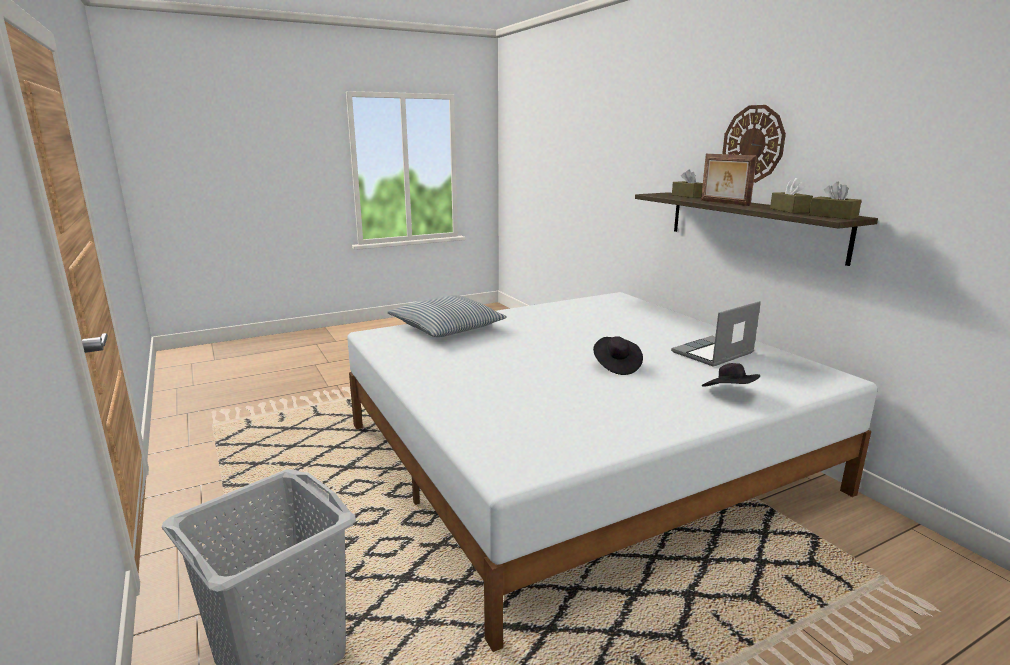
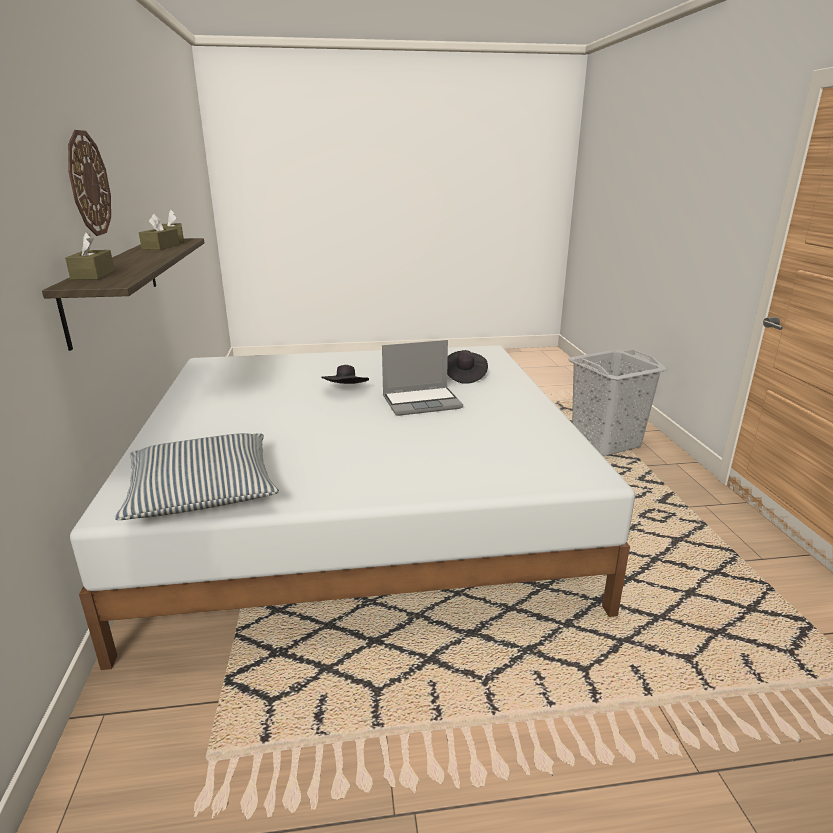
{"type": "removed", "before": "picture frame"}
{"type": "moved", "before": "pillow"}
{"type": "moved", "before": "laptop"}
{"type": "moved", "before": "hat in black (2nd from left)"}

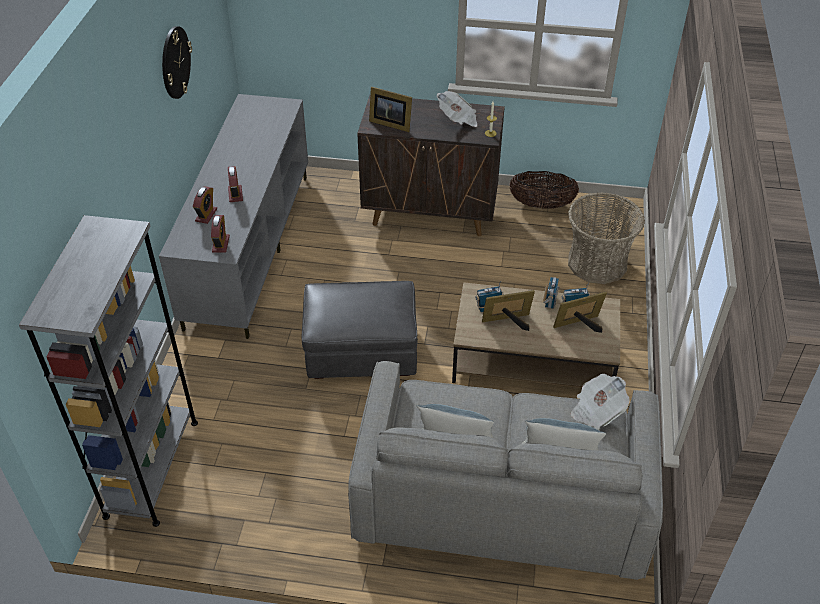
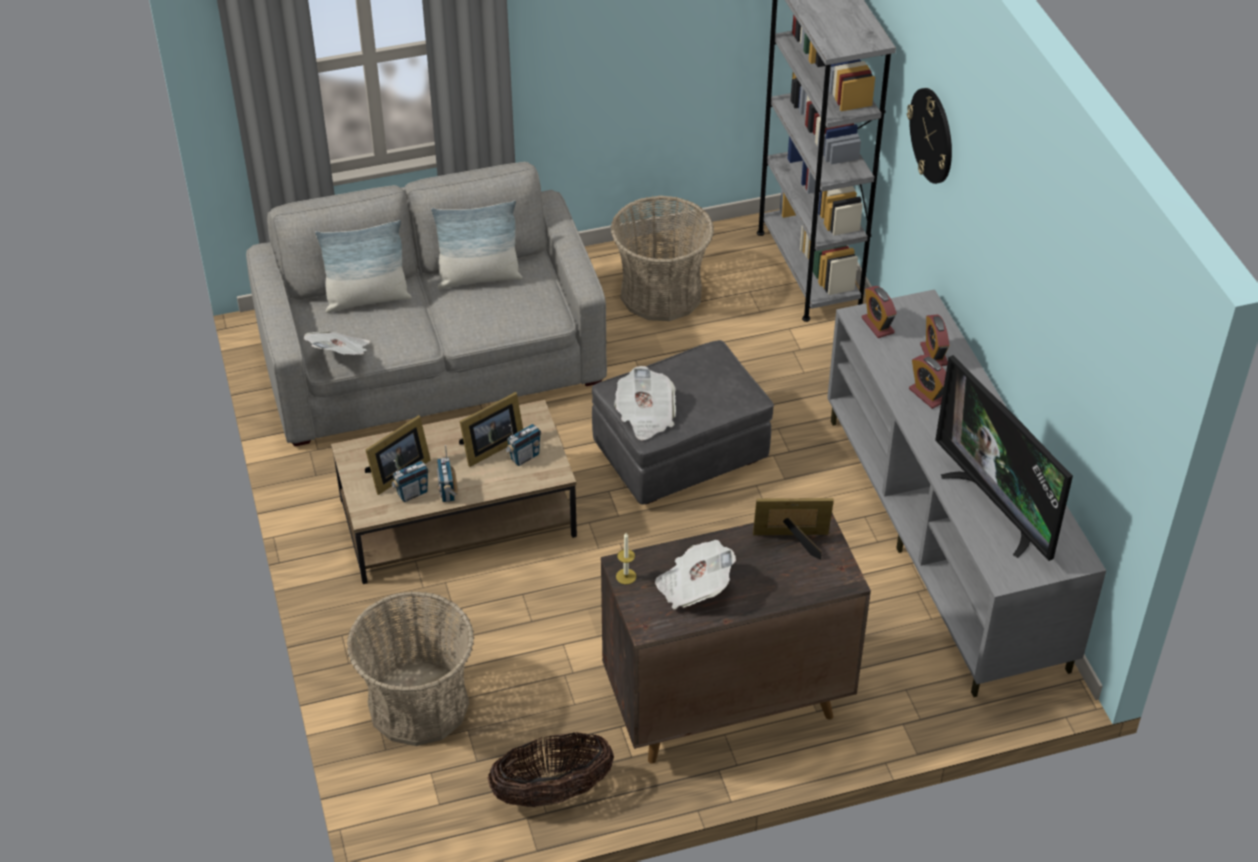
{"type": "moved", "before": "wall clock"}
{"type": "added", "after": "basket (3rd from left)"}
{"type": "added", "after": "television"}
{"type": "added", "after": "newspaper (2nd from left)"}

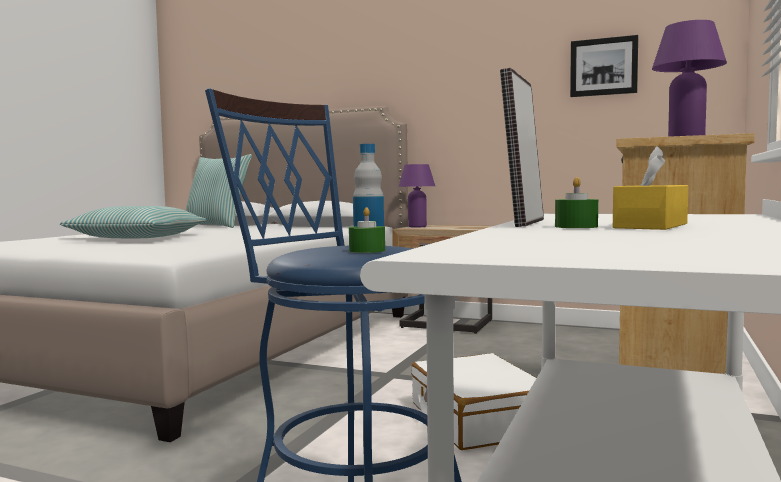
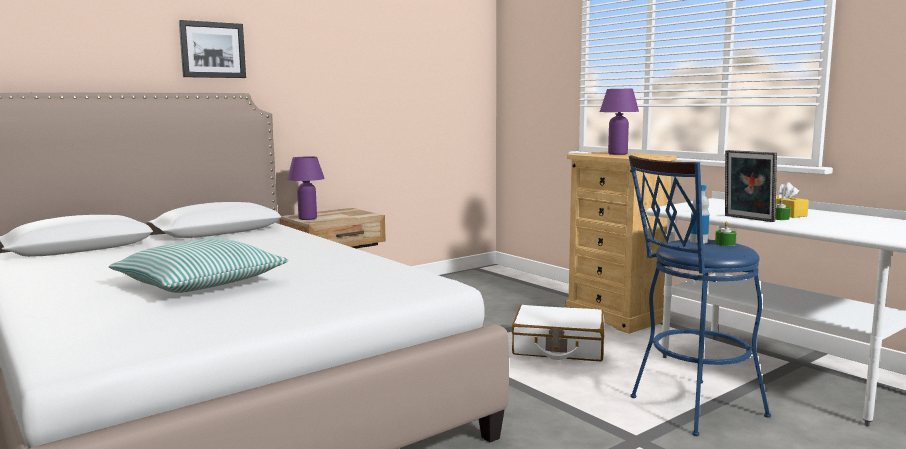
{"type": "moved", "before": "picture"}
{"type": "removed", "before": "pillow (2nd from left)"}

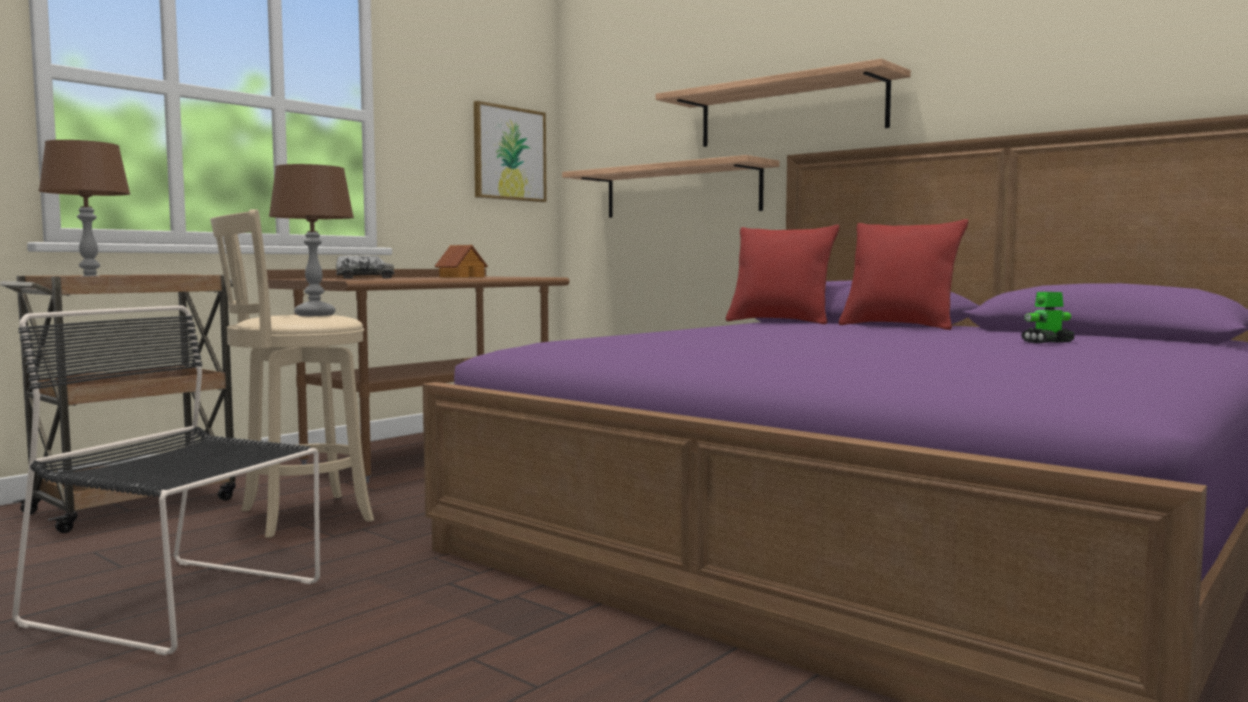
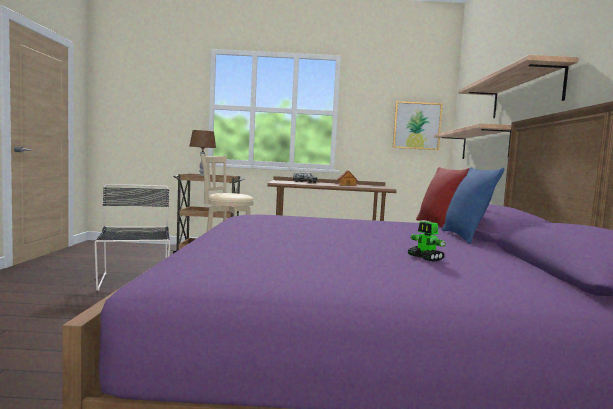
{"type": "removed", "before": "table lamp in brown (2nd from left)"}
{"type": "recoloured", "before": "pillow in red (2nd from left)", "after": "pillow in blue"}
{"type": "turned", "before": "toy robot", "turn": -150}

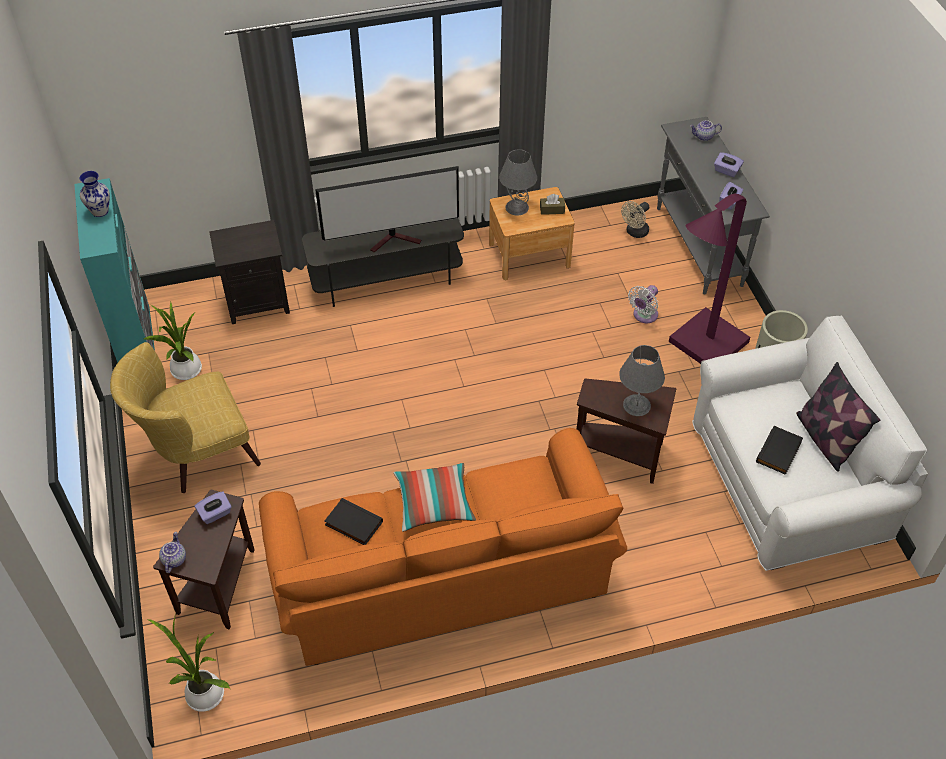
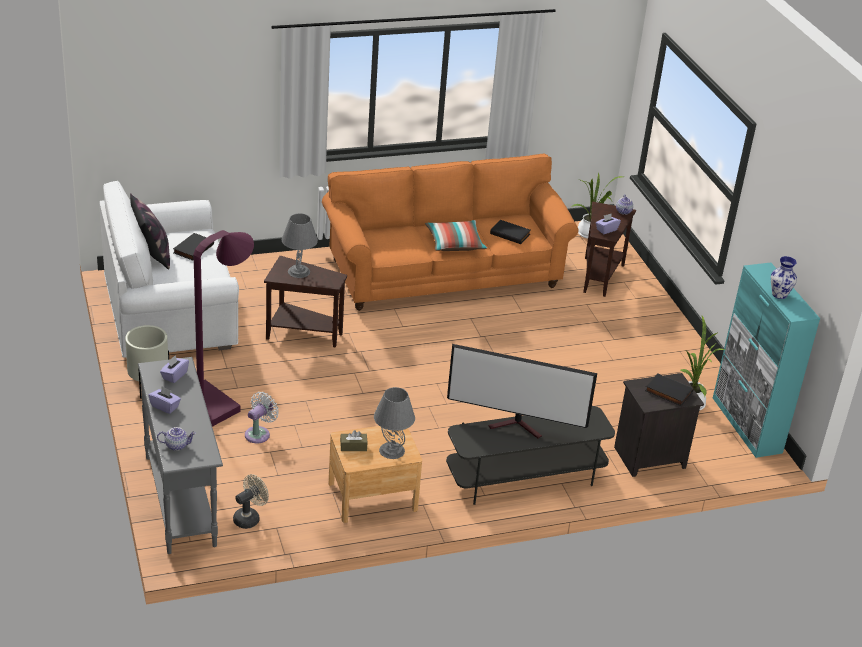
{"type": "turned", "before": "television", "turn": -150}
{"type": "removed", "before": "armchair in yellow"}
{"type": "added", "after": "book in black (3rd from left)"}

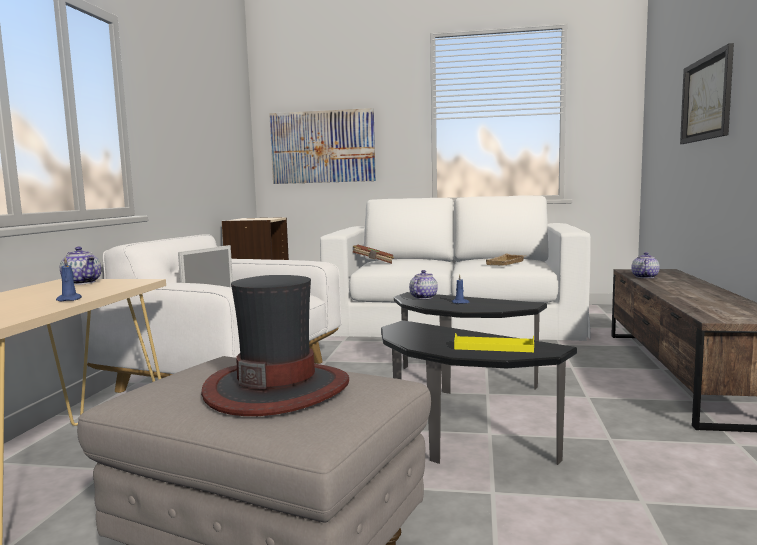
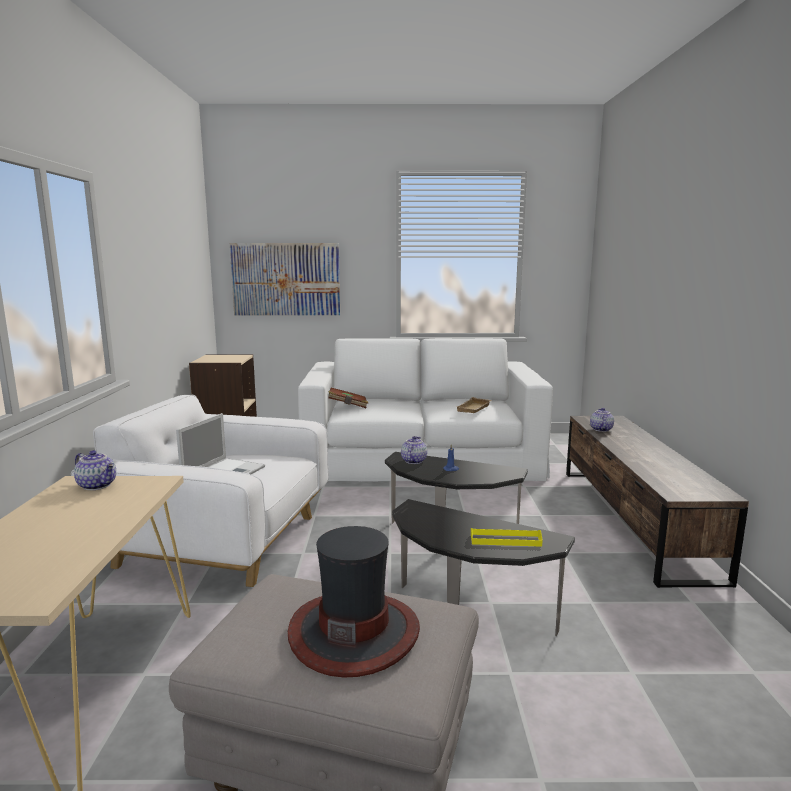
{"type": "removed", "before": "picture (2nd from left)"}
{"type": "removed", "before": "candle in blue (1st from left)"}

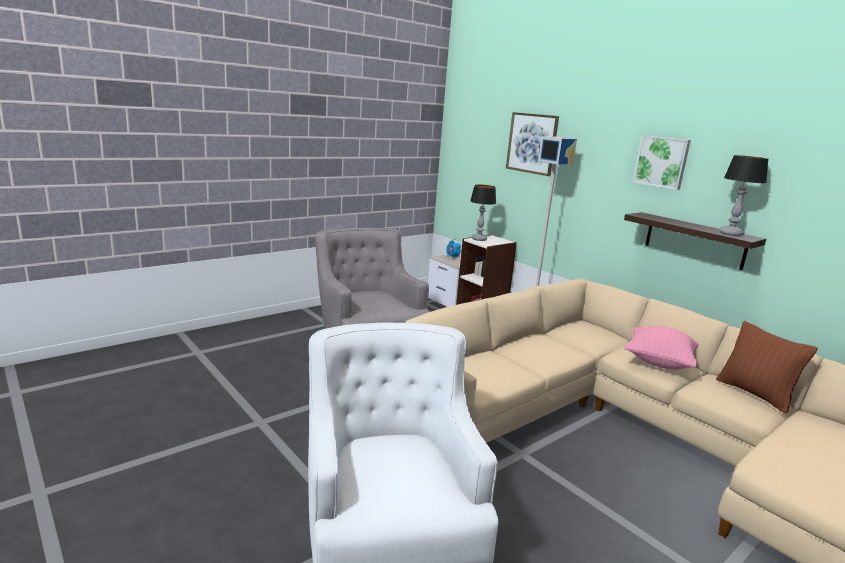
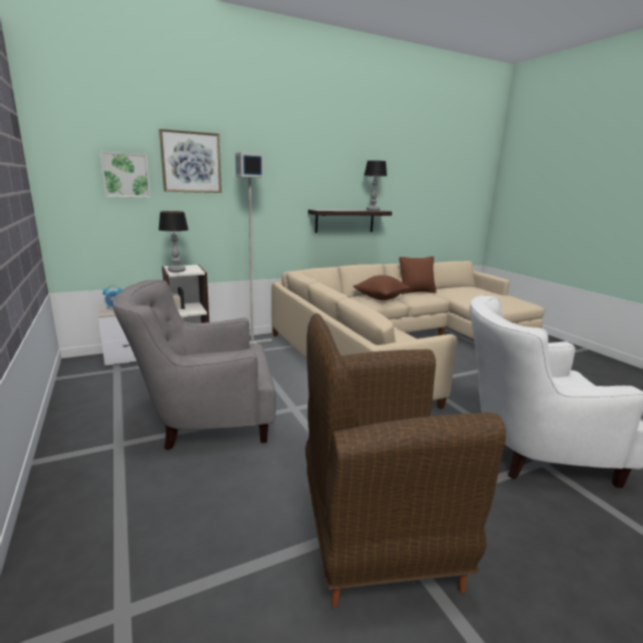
{"type": "moved", "before": "picture (2nd from left in the first image)", "after": "picture (1st from left)"}
{"type": "recoloured", "before": "pillow in pink", "after": "pillow in brown (1st from left)"}
{"type": "added", "after": "armchair in brown"}

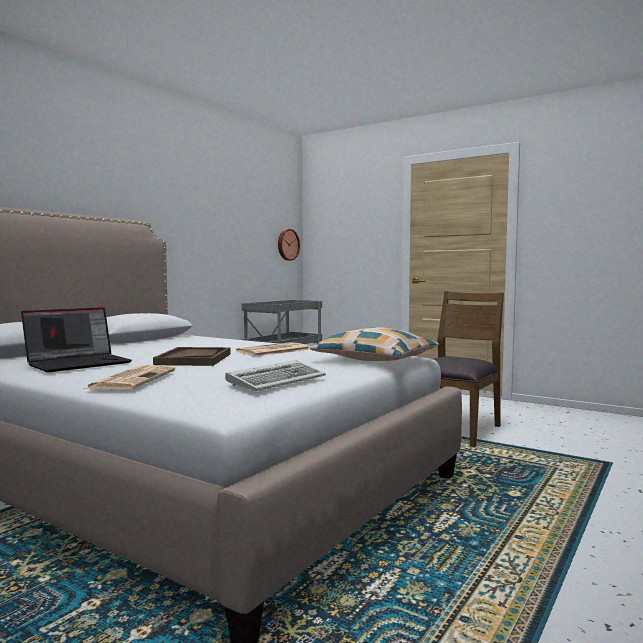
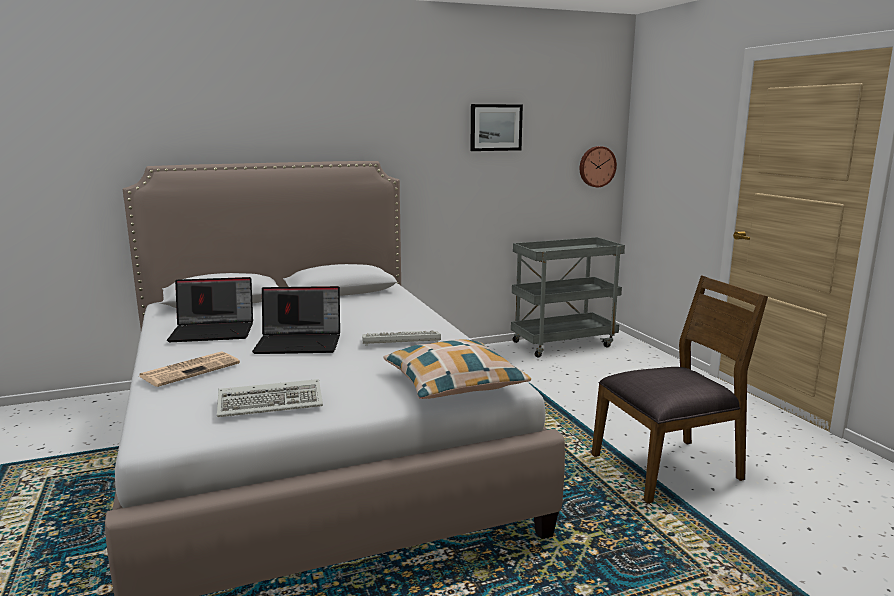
{"type": "replaced", "before": "newspaper (2nd from left)", "after": "keyboard (2nd from left)"}
{"type": "replaced", "before": "tray in brown", "after": "laptop (2nd from left)"}
{"type": "added", "after": "picture"}

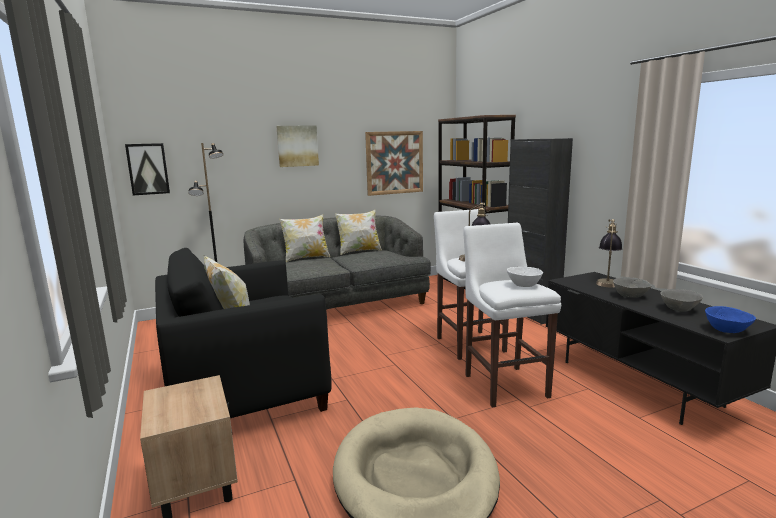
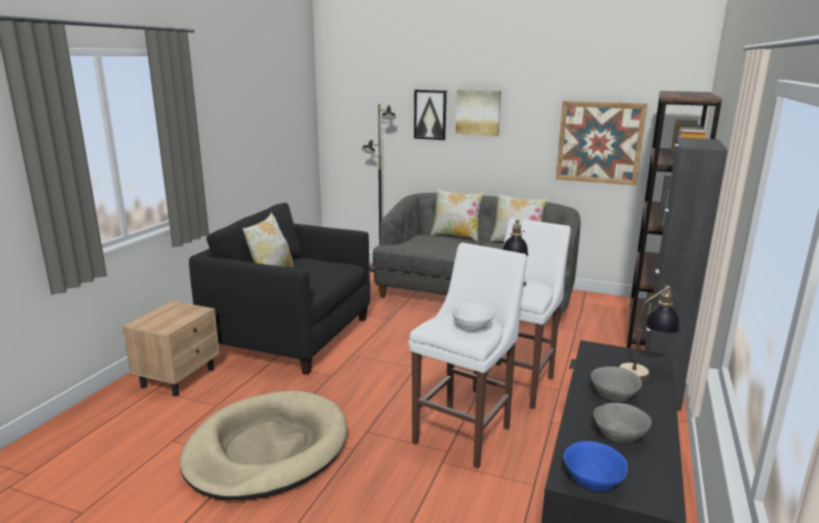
{"type": "moved", "before": "picture (1st from left)"}

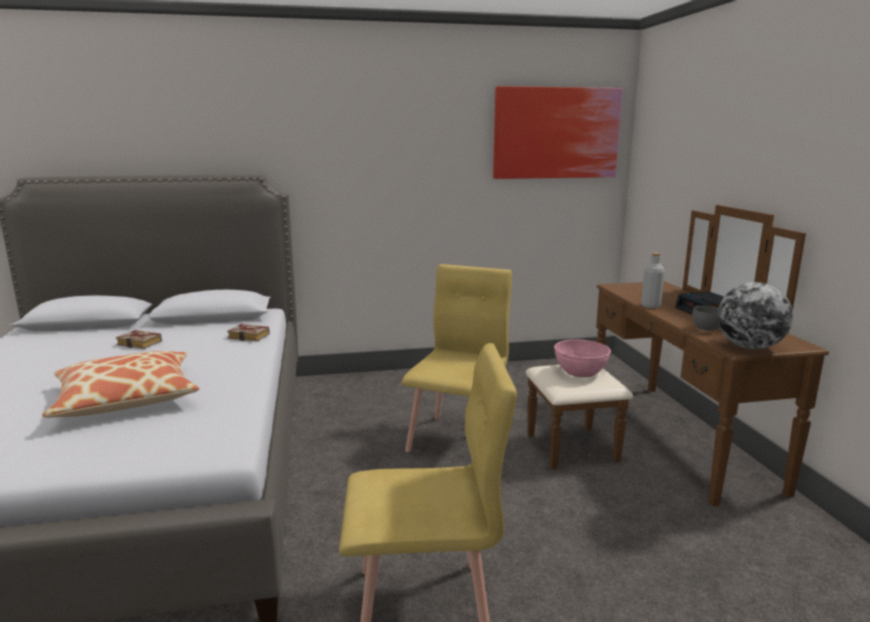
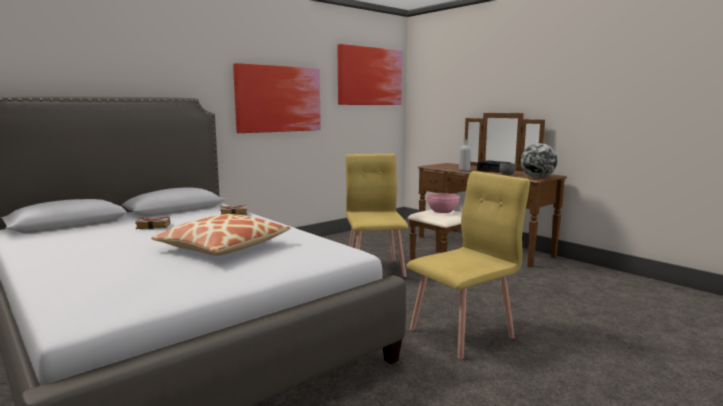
{"type": "added", "after": "picture (1st from left)"}

